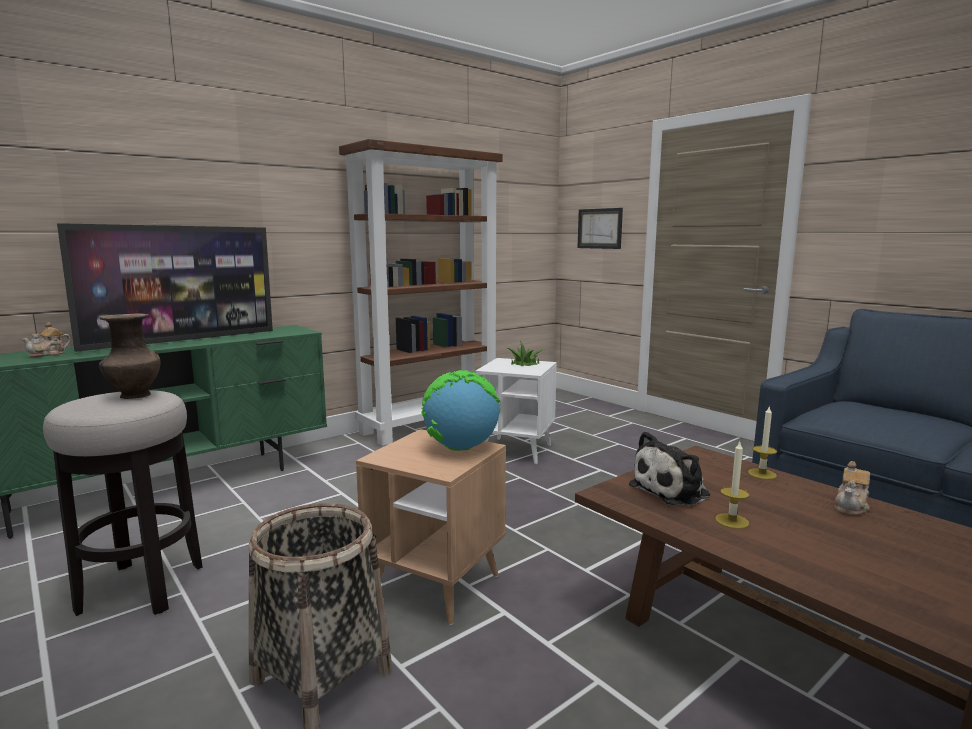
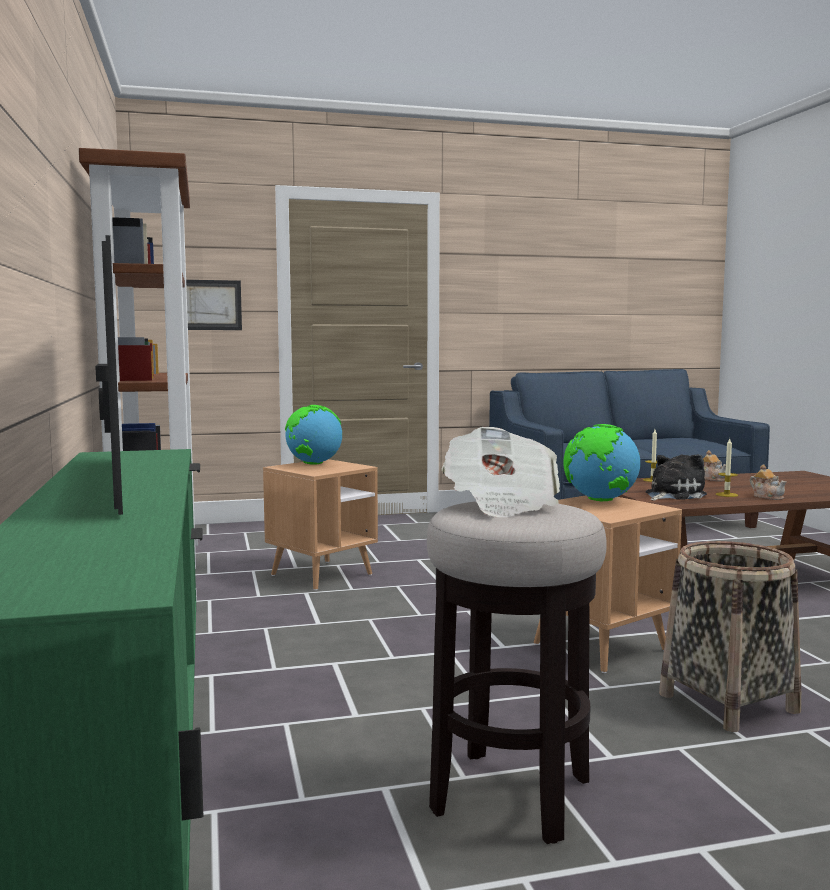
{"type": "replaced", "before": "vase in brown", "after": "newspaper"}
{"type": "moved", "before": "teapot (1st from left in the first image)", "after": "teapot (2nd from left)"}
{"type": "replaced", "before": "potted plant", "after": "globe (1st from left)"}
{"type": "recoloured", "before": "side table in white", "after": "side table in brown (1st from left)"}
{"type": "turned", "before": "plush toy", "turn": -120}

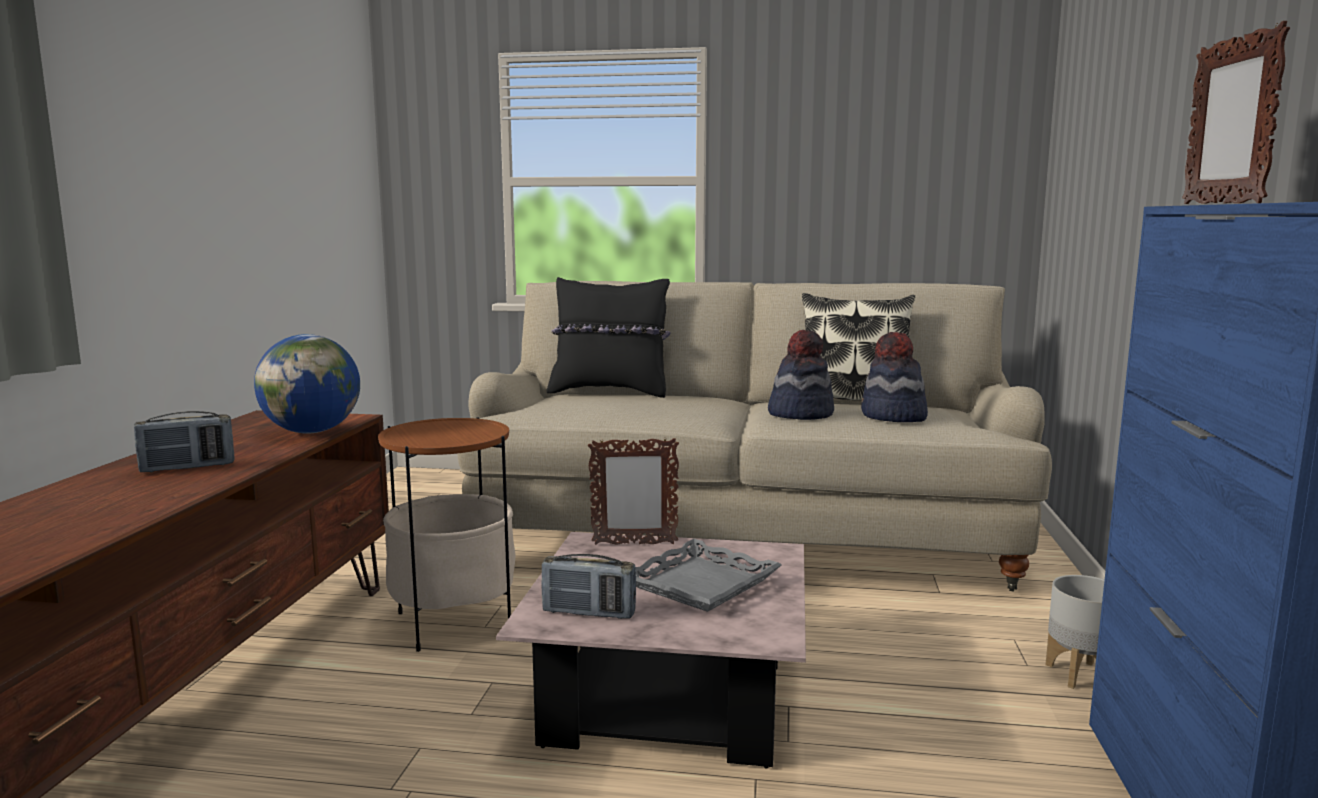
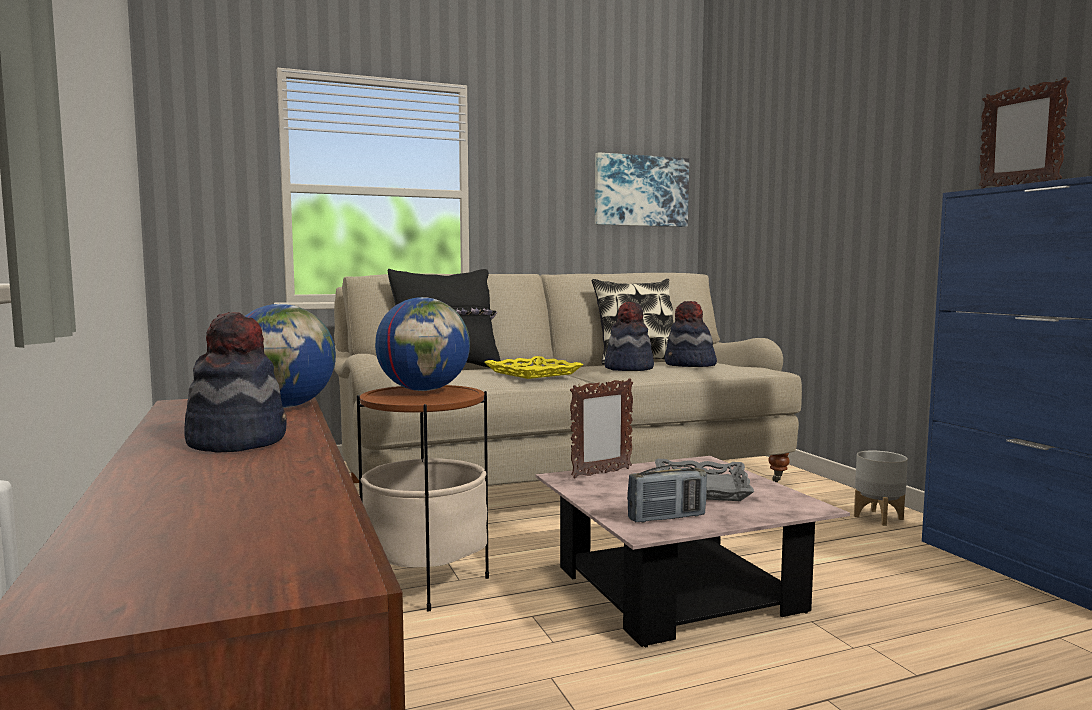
{"type": "replaced", "before": "radio (1st from left)", "after": "hat (1st from left)"}
{"type": "added", "after": "picture"}
{"type": "added", "after": "globe (2nd from left)"}
{"type": "added", "after": "tray in yellow"}

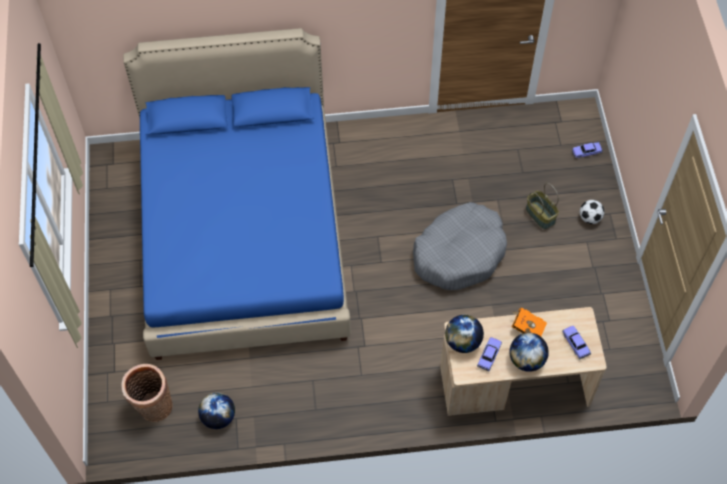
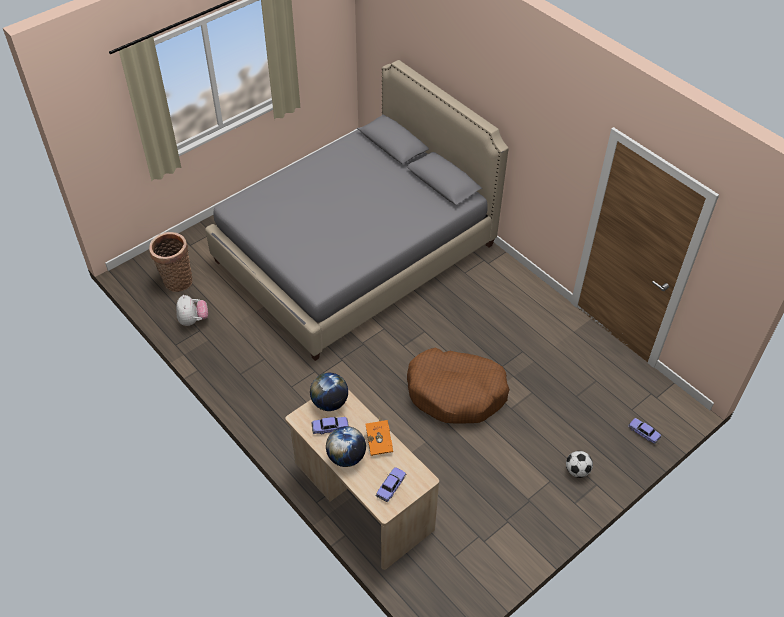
{"type": "recoloured", "before": "bed in blue", "after": "bed in grey"}
{"type": "removed", "before": "basket (2nd from left)"}
{"type": "recoloured", "before": "dog bed in grey", "after": "dog bed in brown"}
{"type": "replaced", "before": "globe (1st from left)", "after": "plush toy"}

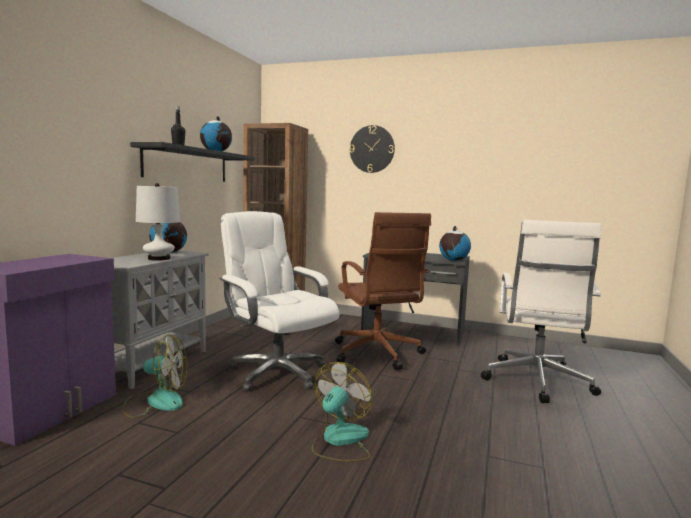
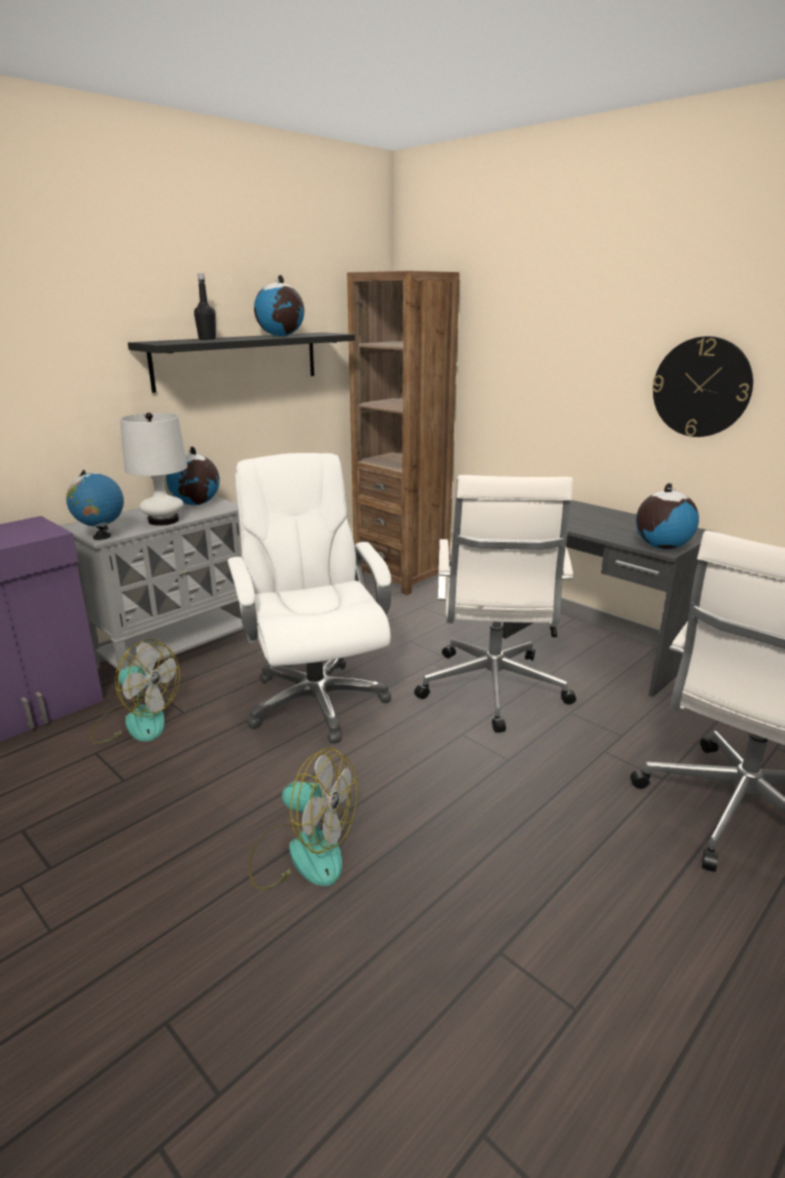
{"type": "moved", "before": "wall clock"}
{"type": "recoloured", "before": "office chair in brown", "after": "office chair in white (2nd from left)"}
{"type": "turned", "before": "fan (2nd from left)", "turn": 60}
{"type": "added", "after": "globe (1st from left)"}

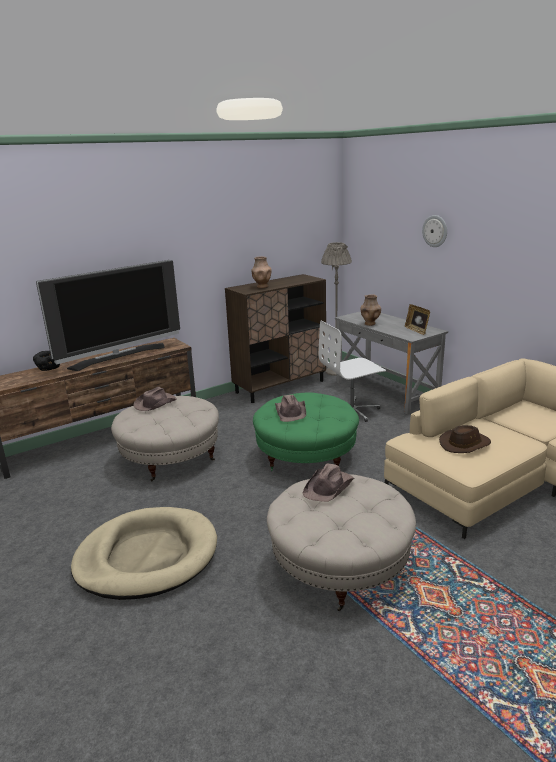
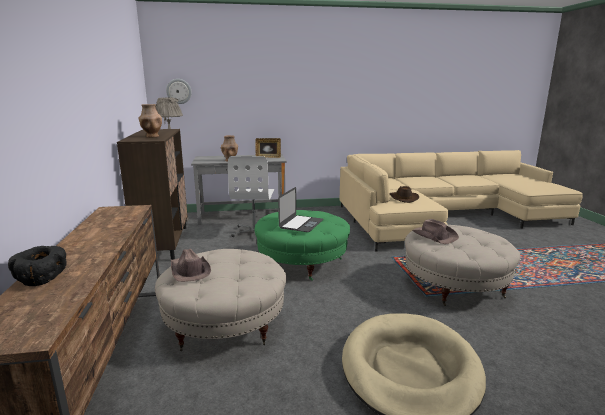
{"type": "moved", "before": "wall clock"}
{"type": "removed", "before": "television"}
{"type": "replaced", "before": "hat in brown (2nd from left)", "after": "laptop"}

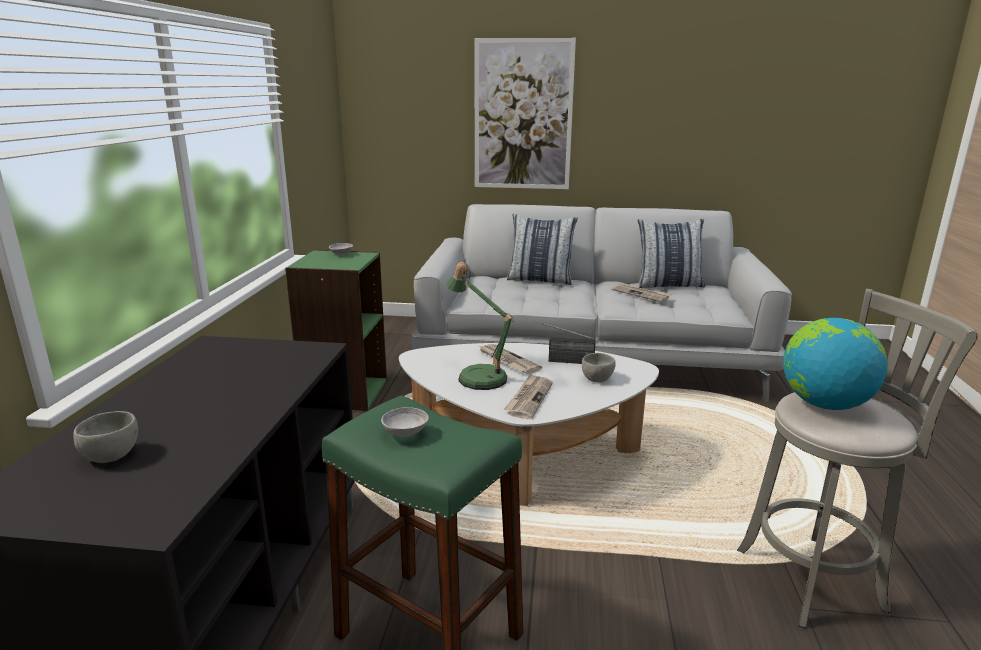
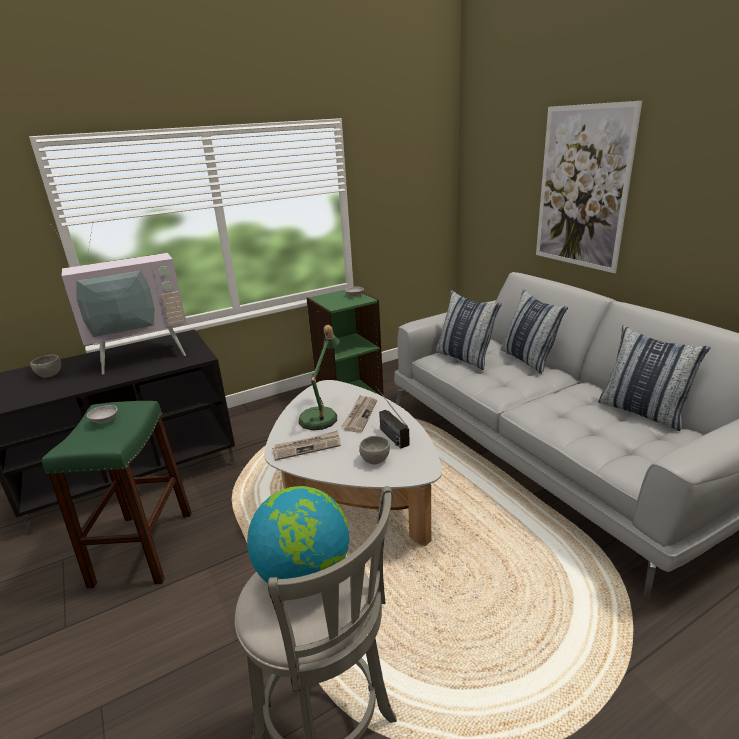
{"type": "removed", "before": "newspaper (3rd from left)"}
{"type": "added", "after": "television"}
{"type": "added", "after": "pillow (1st from left)"}

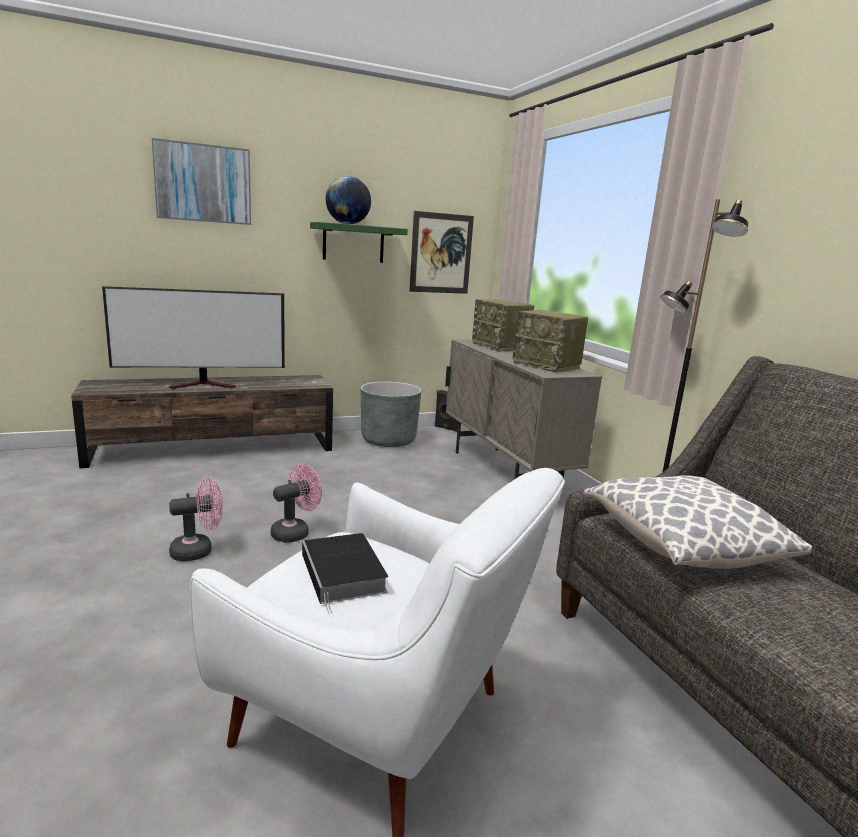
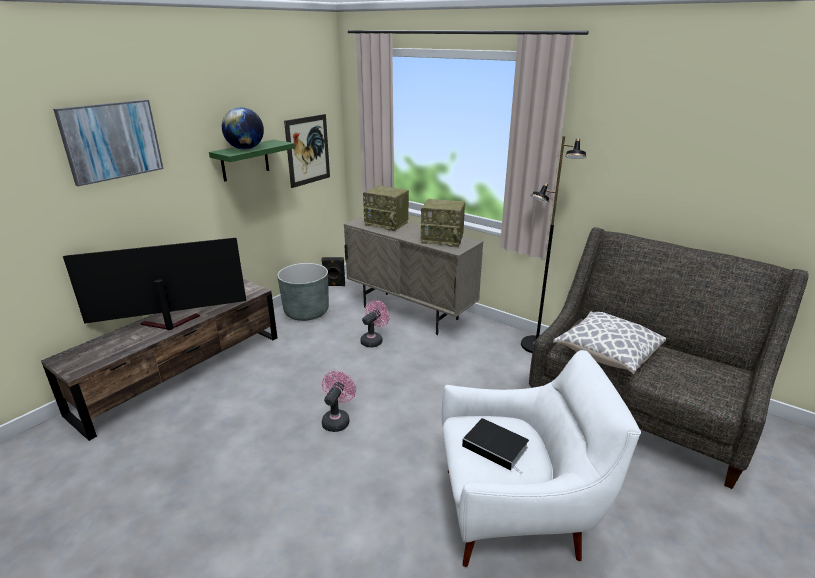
{"type": "turned", "before": "television", "turn": -150}
{"type": "moved", "before": "fan in pink (1st from left in the first image)", "after": "fan in pink (2nd from left)"}

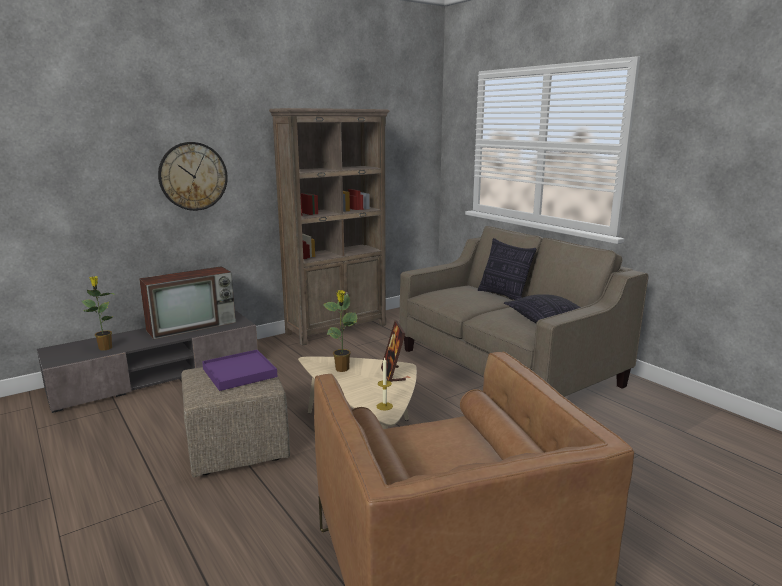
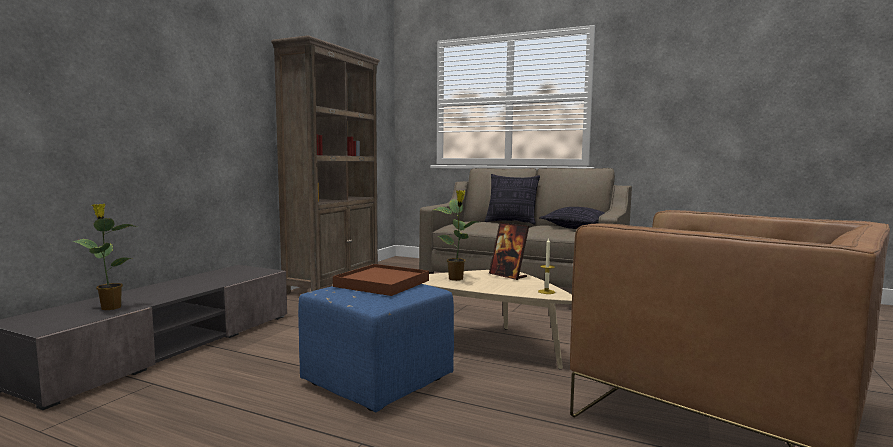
{"type": "removed", "before": "wall clock"}
{"type": "removed", "before": "television"}
{"type": "recoloured", "before": "tray in purple", "after": "tray in brown"}
{"type": "recoloured", "before": "ottoman in beige", "after": "ottoman in blue"}

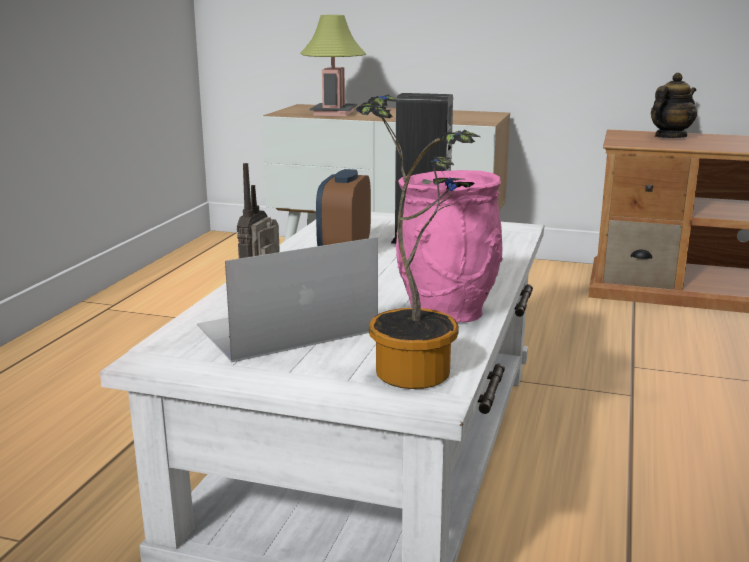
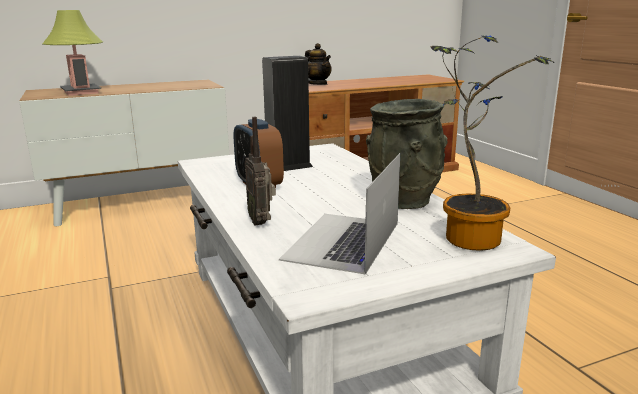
{"type": "turned", "before": "teapot", "turn": 135}
{"type": "recoloured", "before": "vase in pink", "after": "vase in grey"}

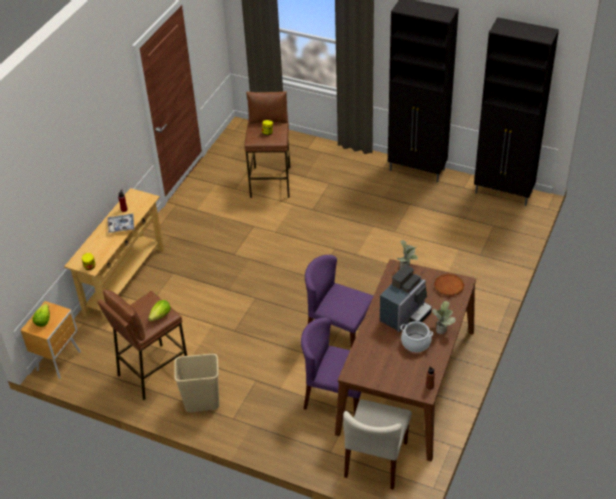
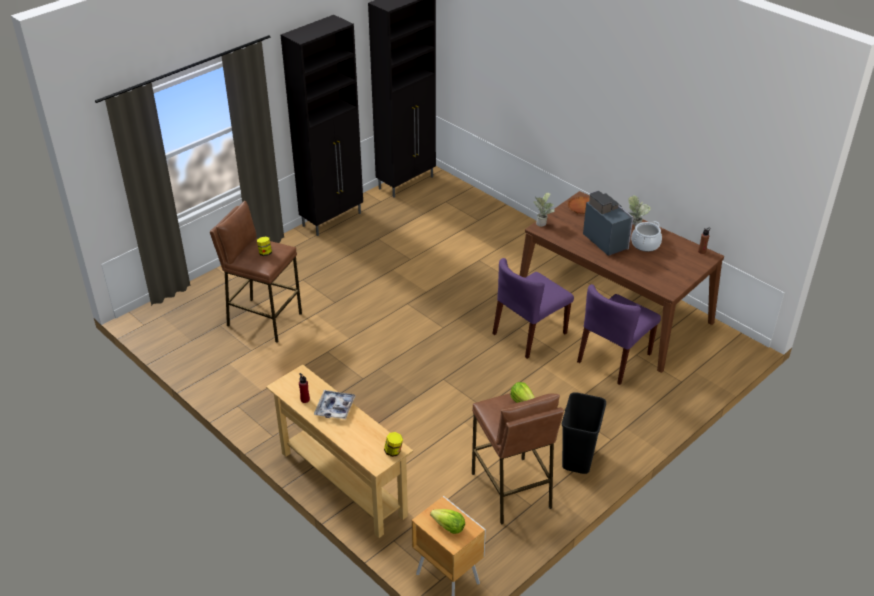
{"type": "recoloured", "before": "trash can in beige", "after": "trash can in black"}
{"type": "removed", "before": "chair in beige"}

